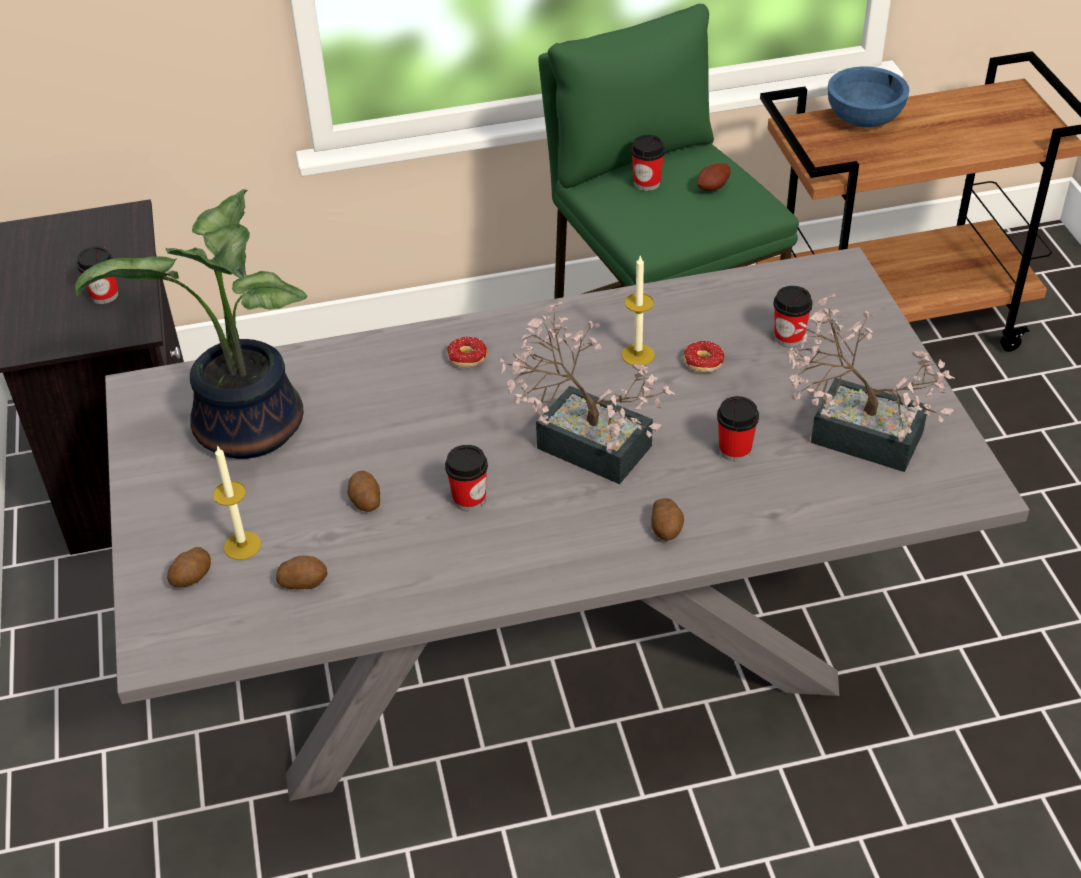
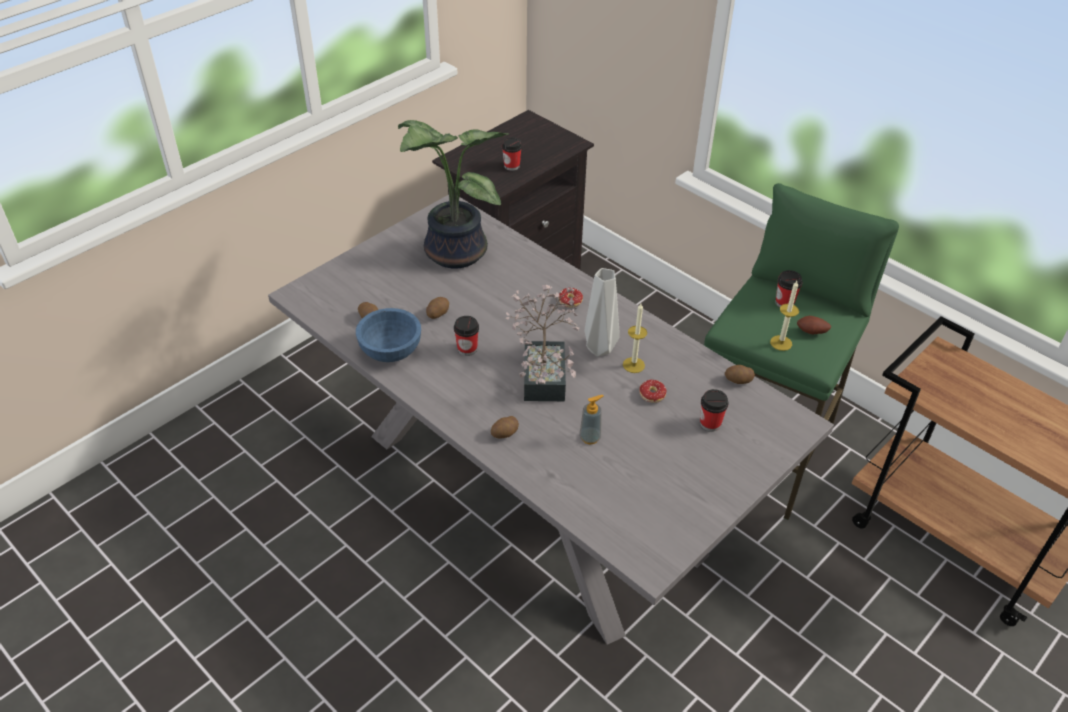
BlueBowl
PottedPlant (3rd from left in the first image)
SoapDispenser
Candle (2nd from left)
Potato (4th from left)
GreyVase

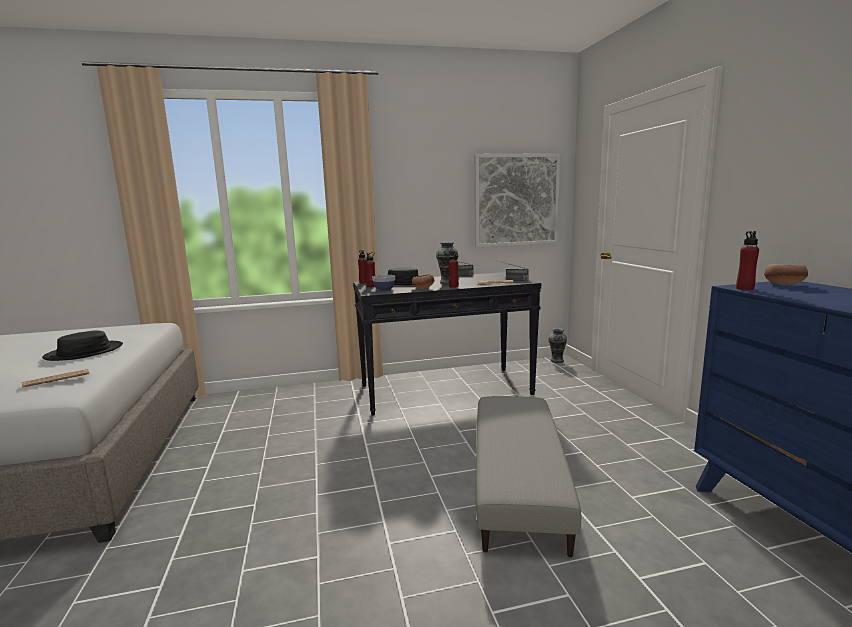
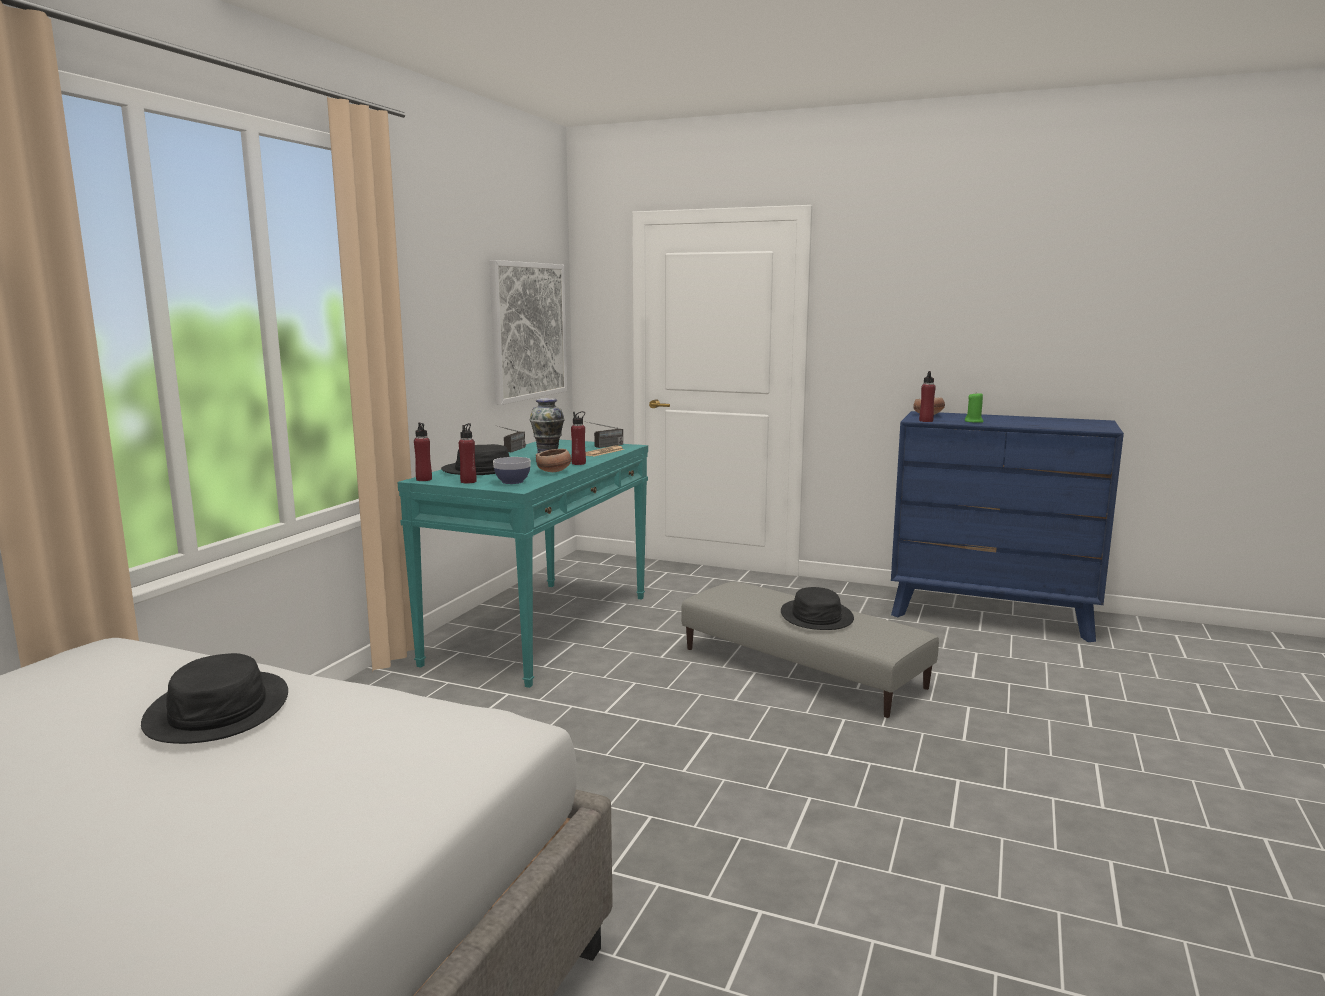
TurquoiseConsoleTable
Vase (2nd from left in the first image)
Newspaper (1st from left in the first image)
GreenCandle
BlackHat (3rd from left)

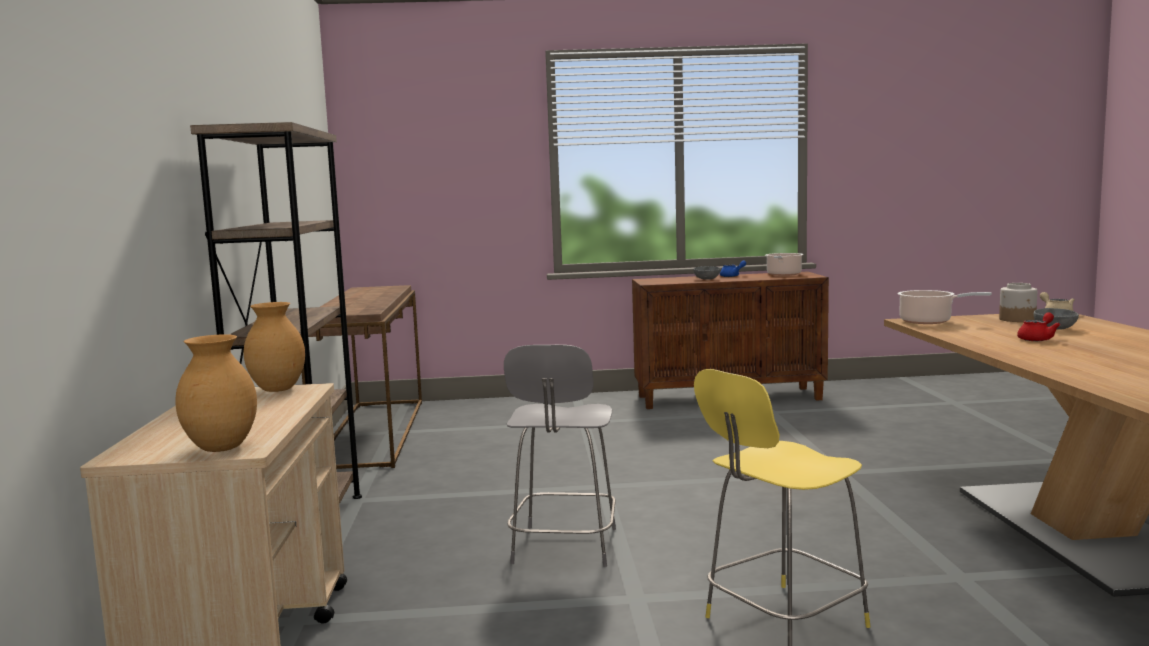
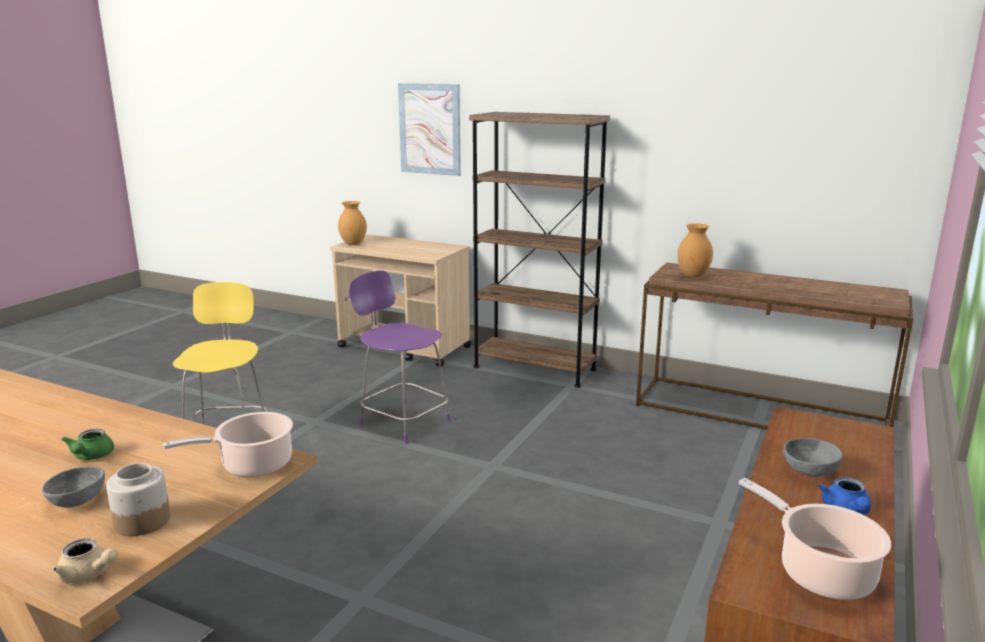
BrownVase (2nd from left)
GreenTeapot
PurpleStool
Picture

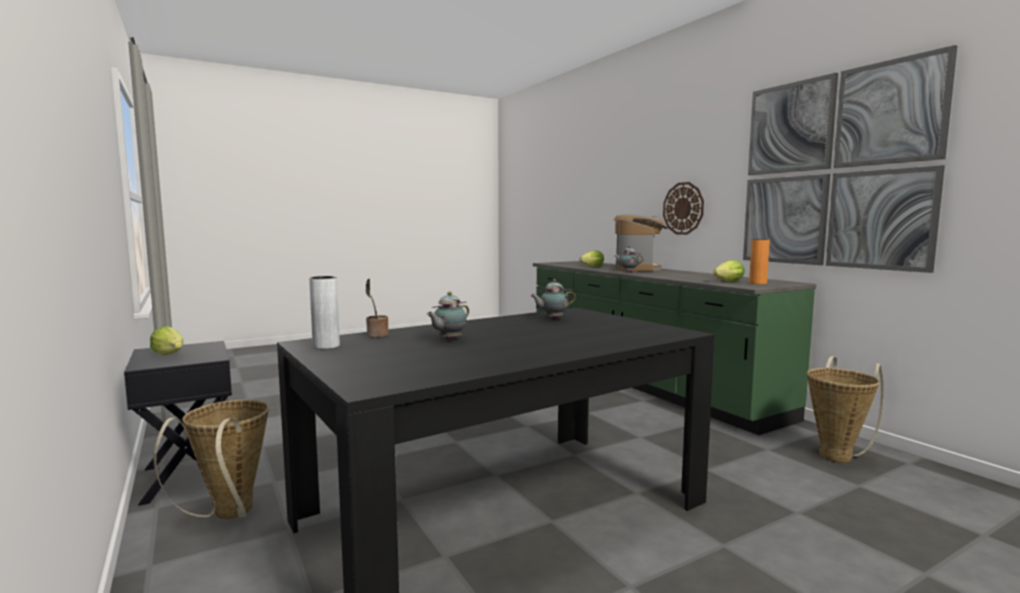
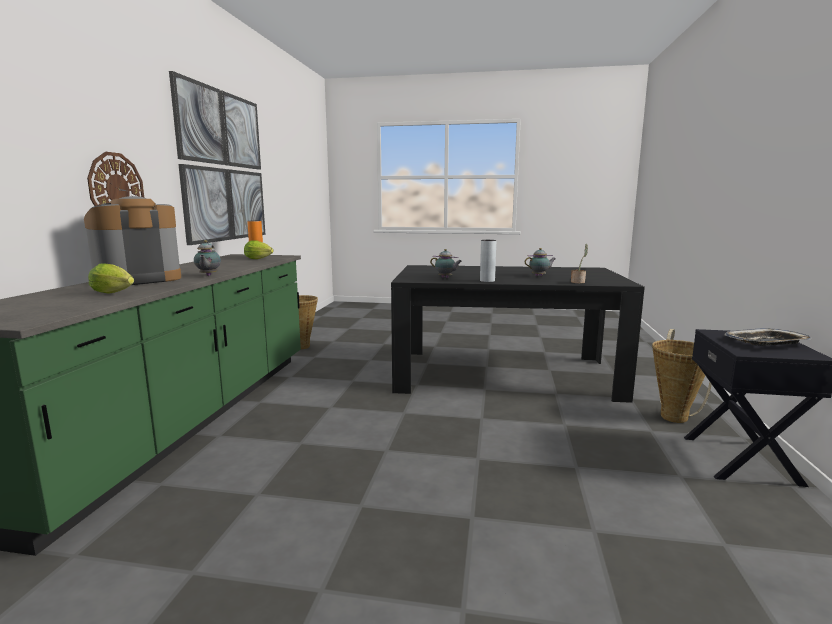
GreyVase
Tray

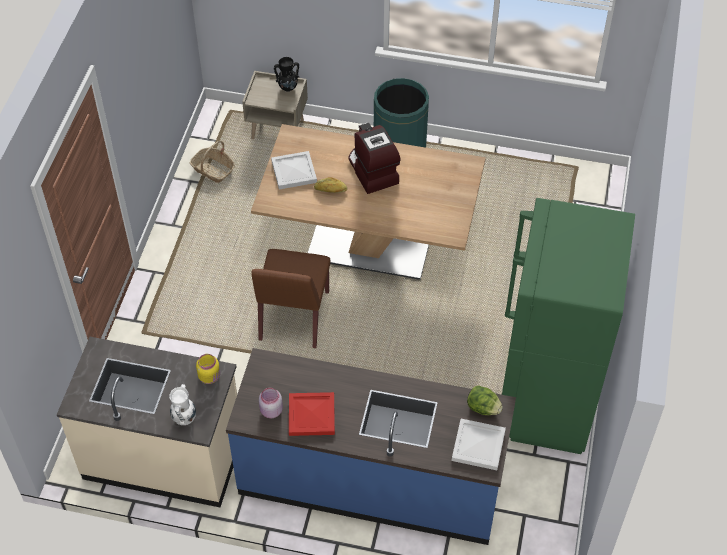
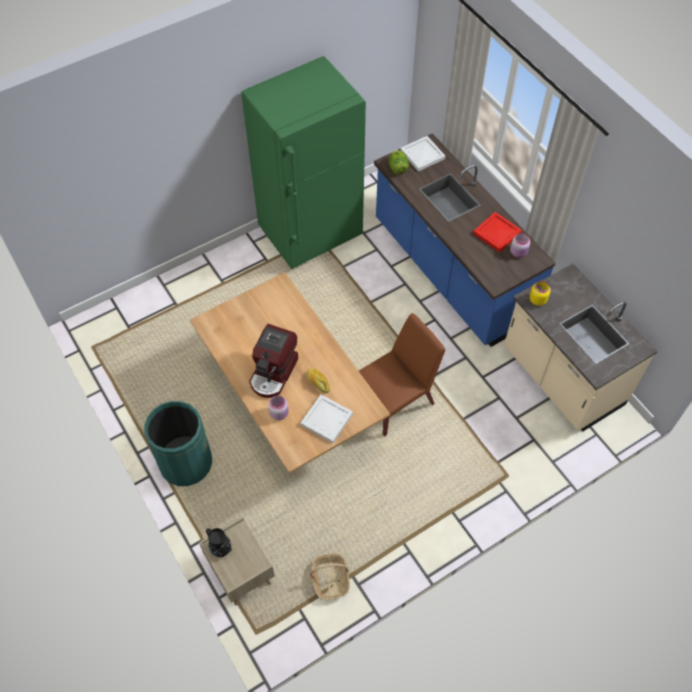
WhiteVase
PinkJar (1st from left)

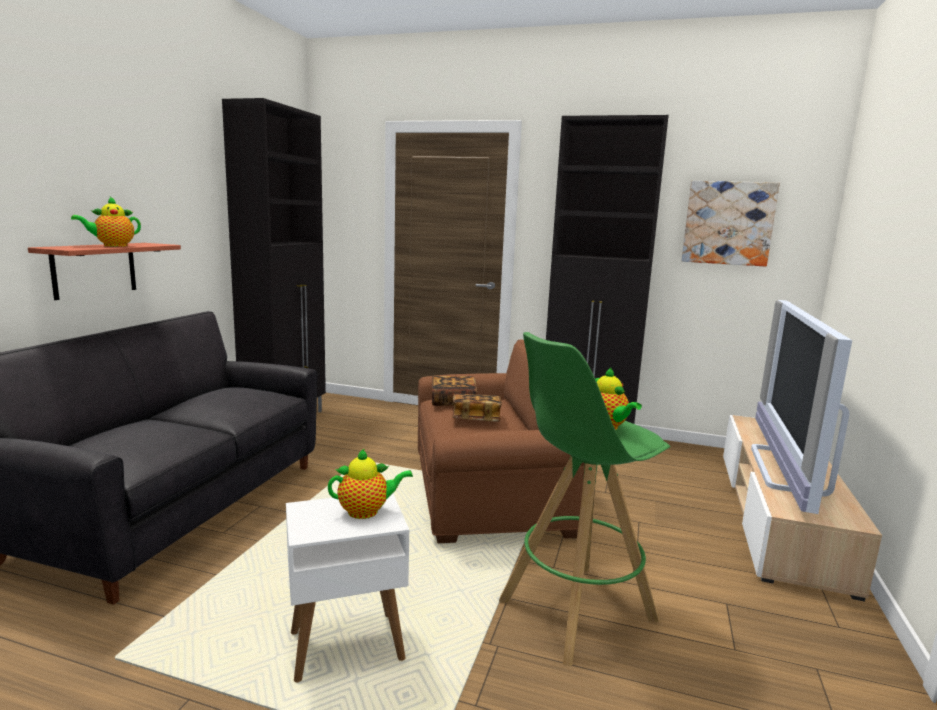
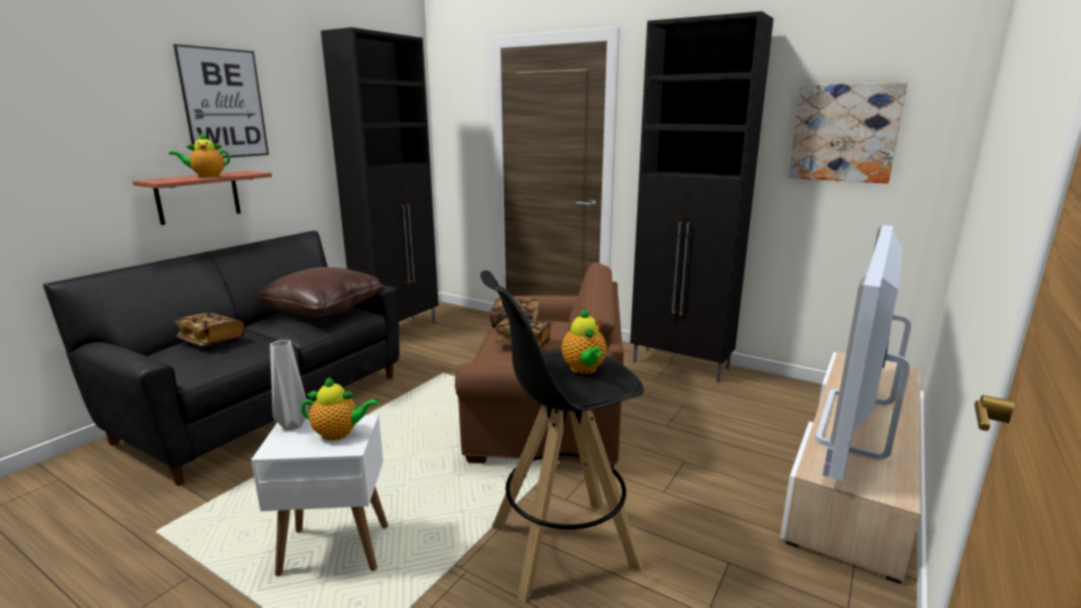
BlackStool
Picture (1st from left)
BrownPillow
Book (1st from left)
GreyVase

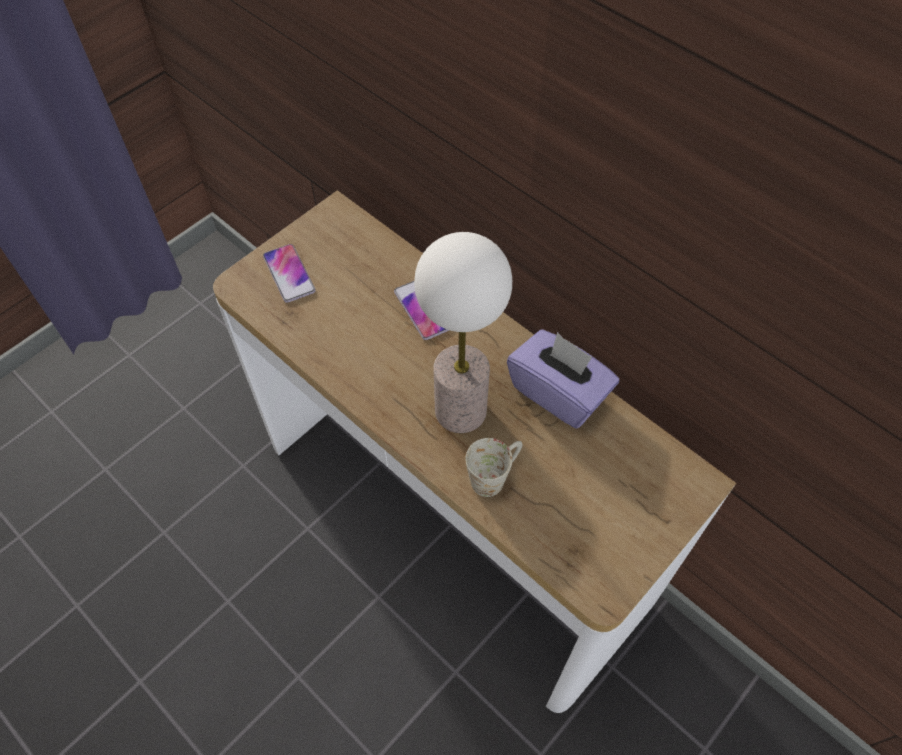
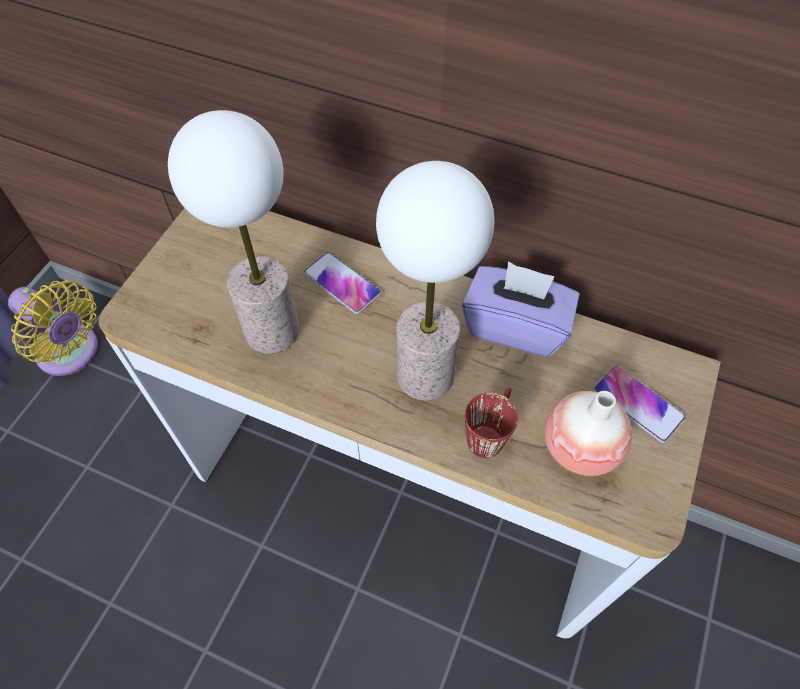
Phone (2nd from left)
RedMug
TableLamp (1st from left)
YellowFan
Vase

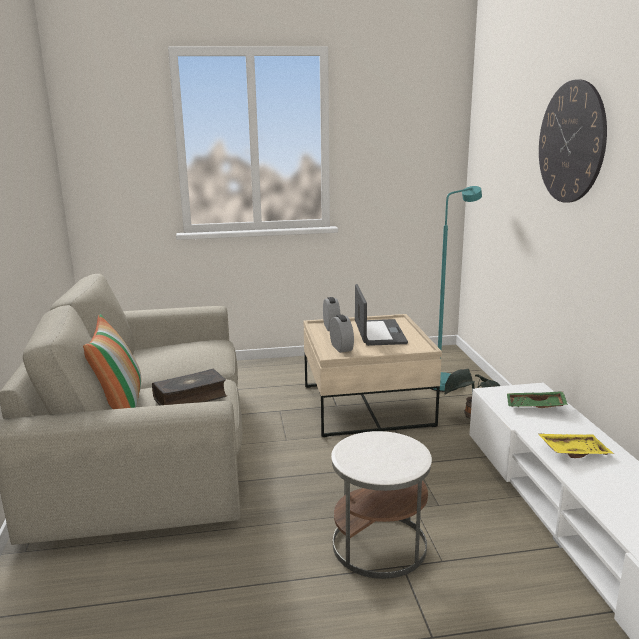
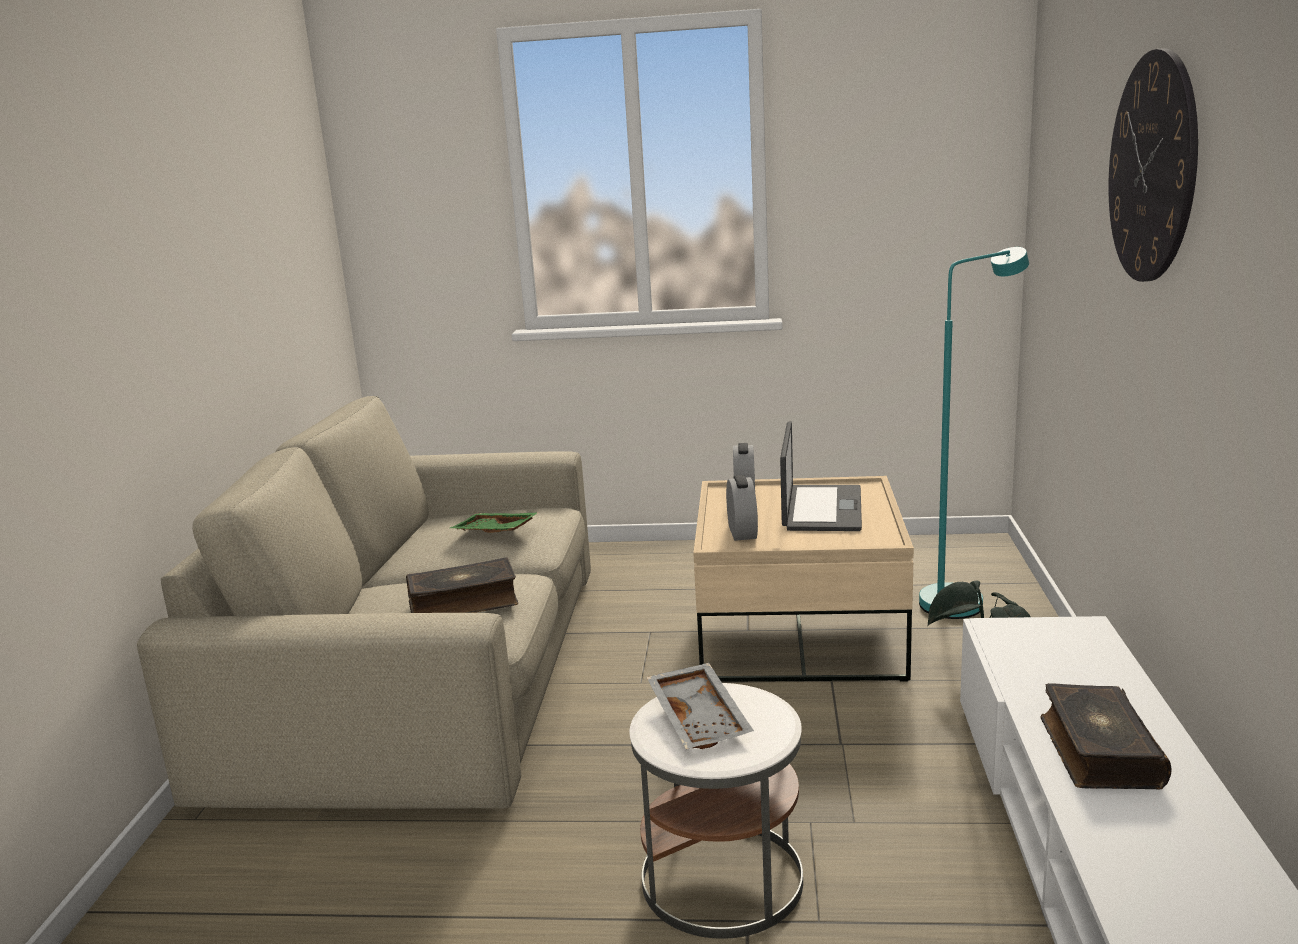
Pillow
GreenTray
Book (2nd from left)
GreyTray

